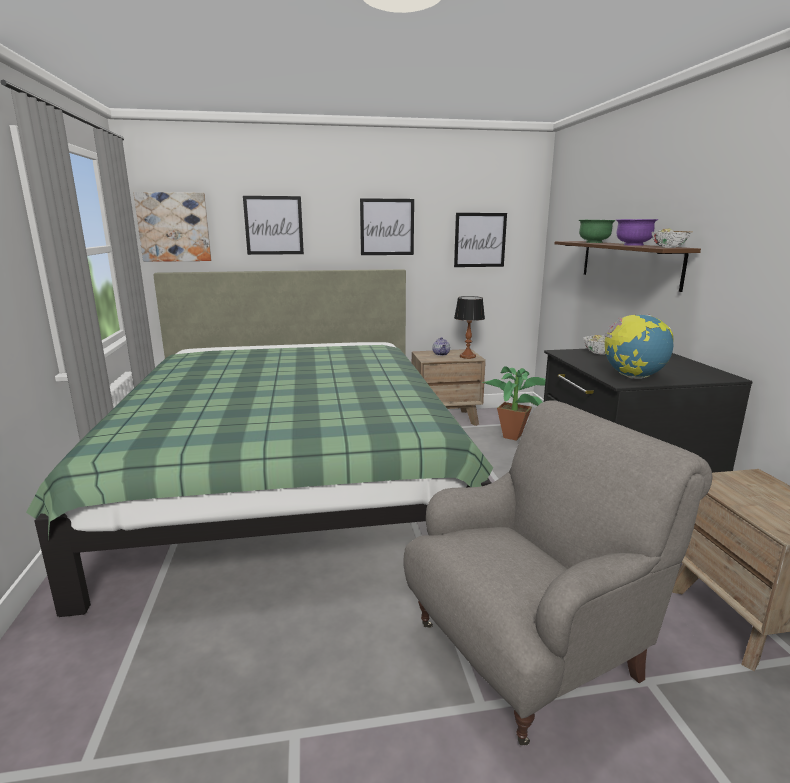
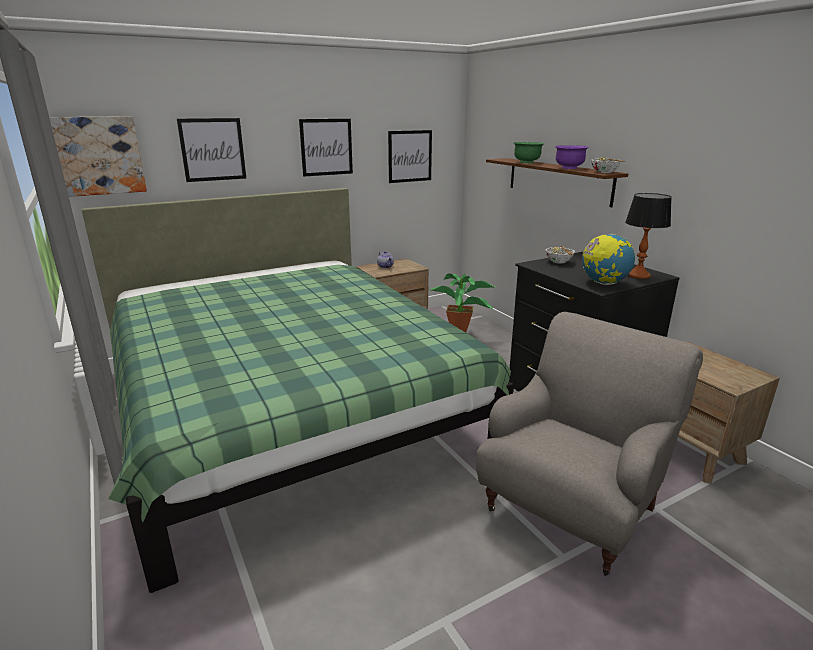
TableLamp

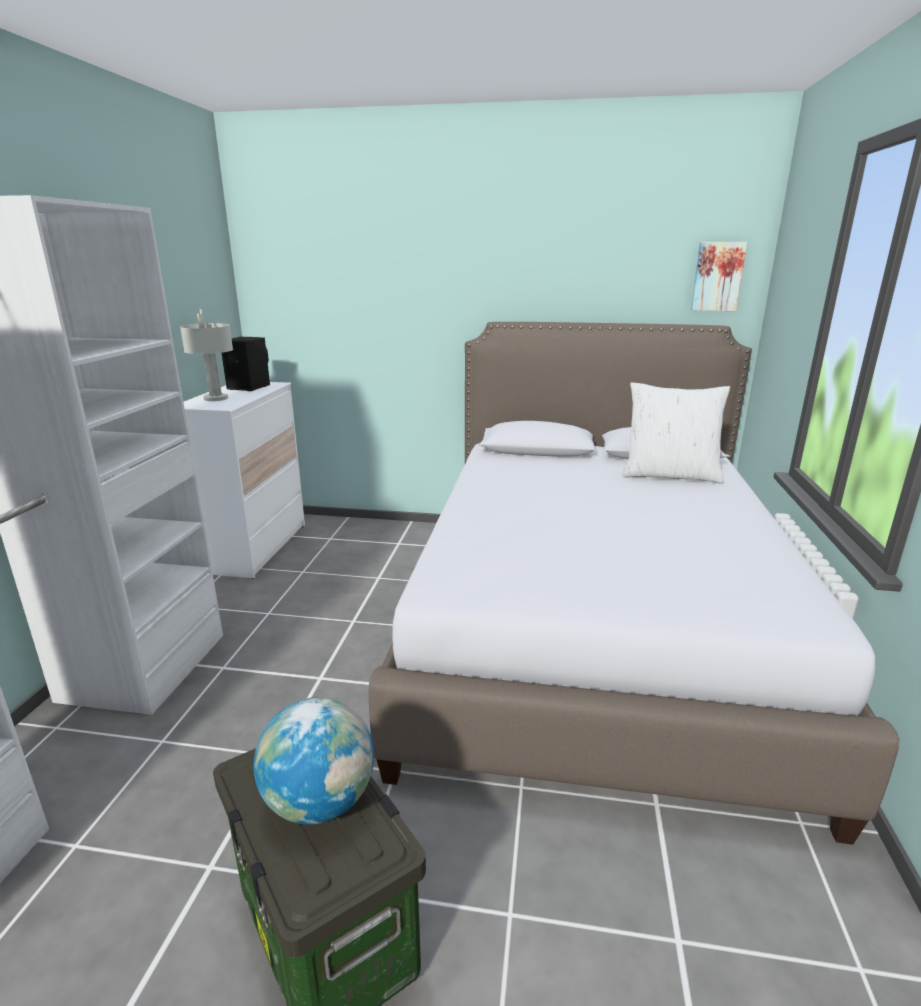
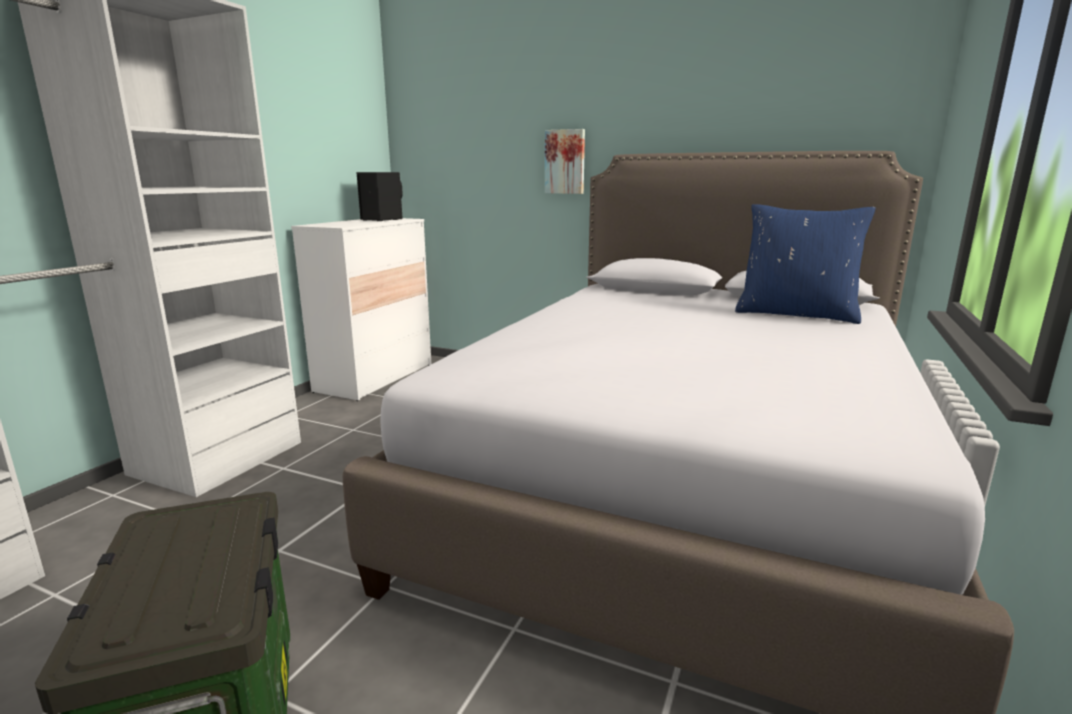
Picture
GreyTableLamp
BluePillow
Globe

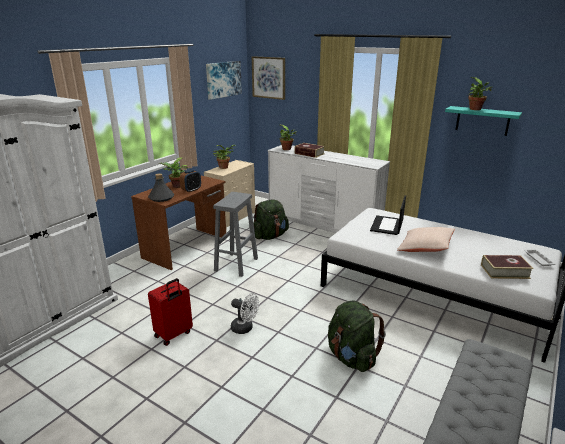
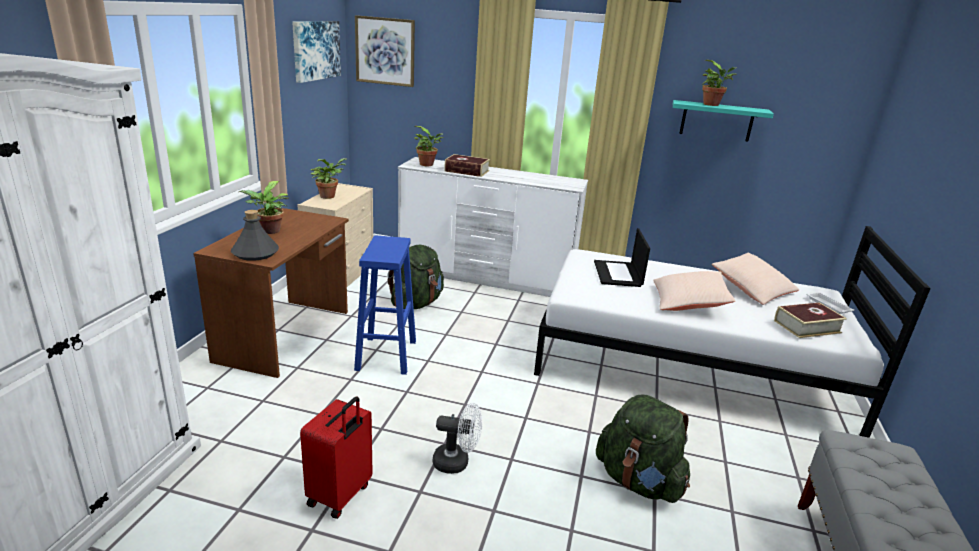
AlarmClock
BlueStool
BeigePillow (2nd from left)

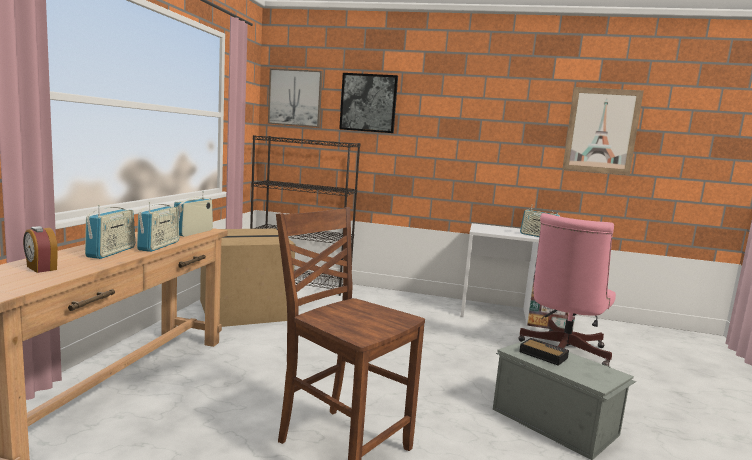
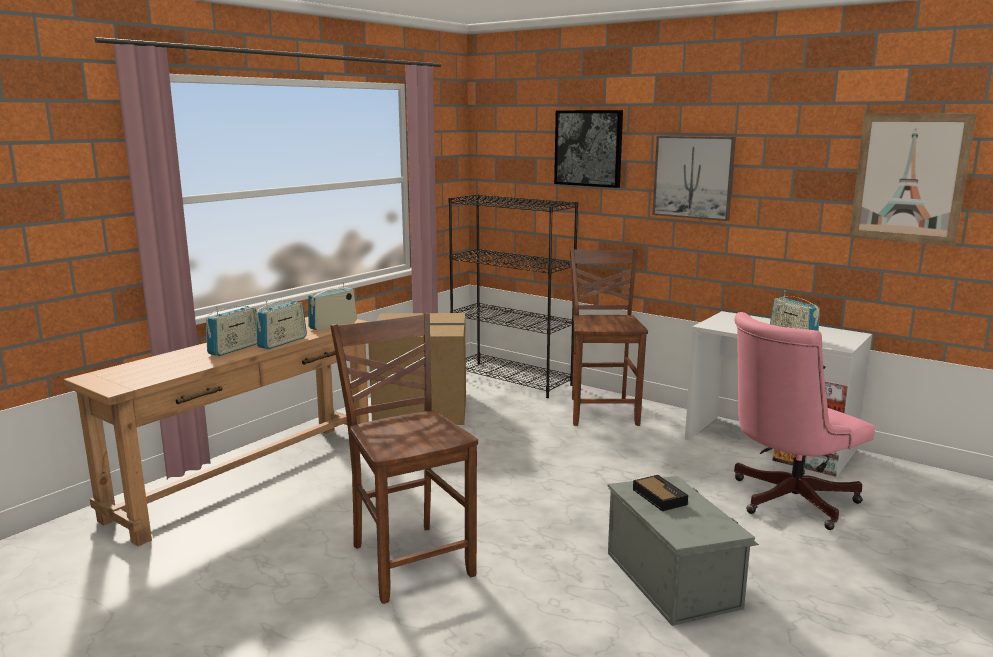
Picture (2nd from left)
AlarmClock (1st from left in the first image)
BrownChair (2nd from left)

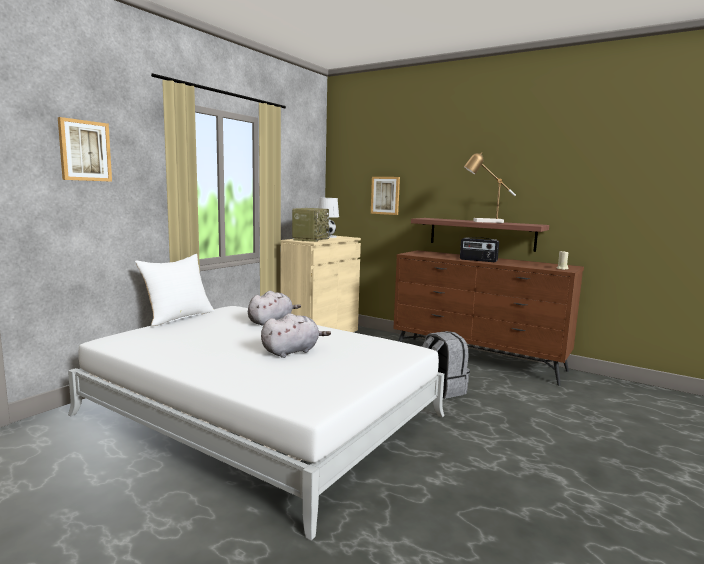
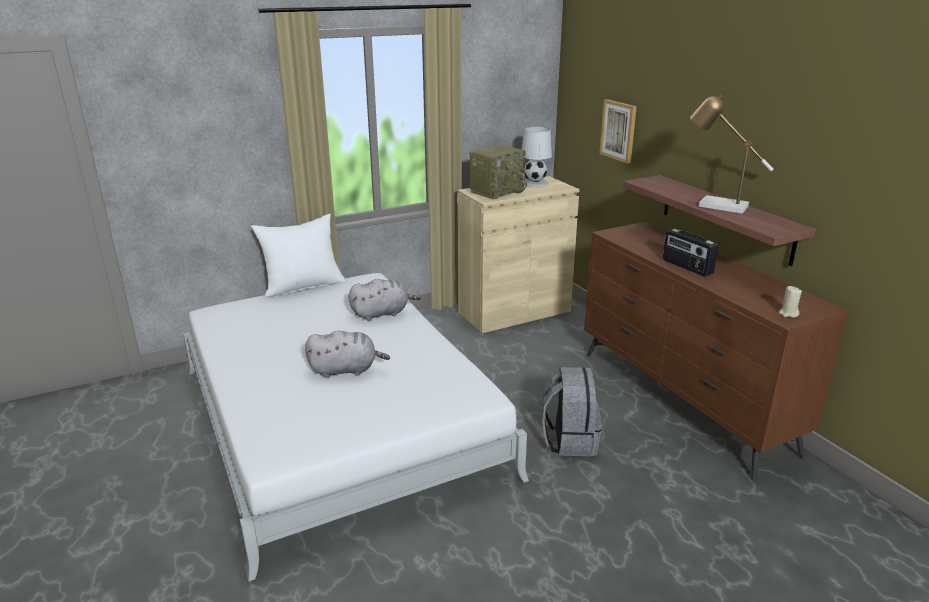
Picture (1st from left in the first image)

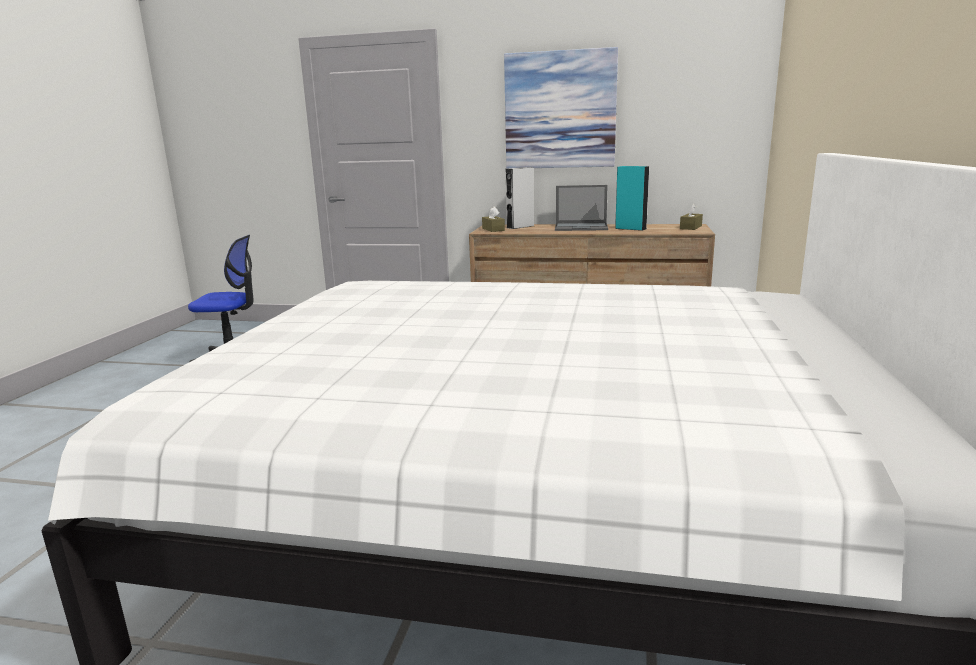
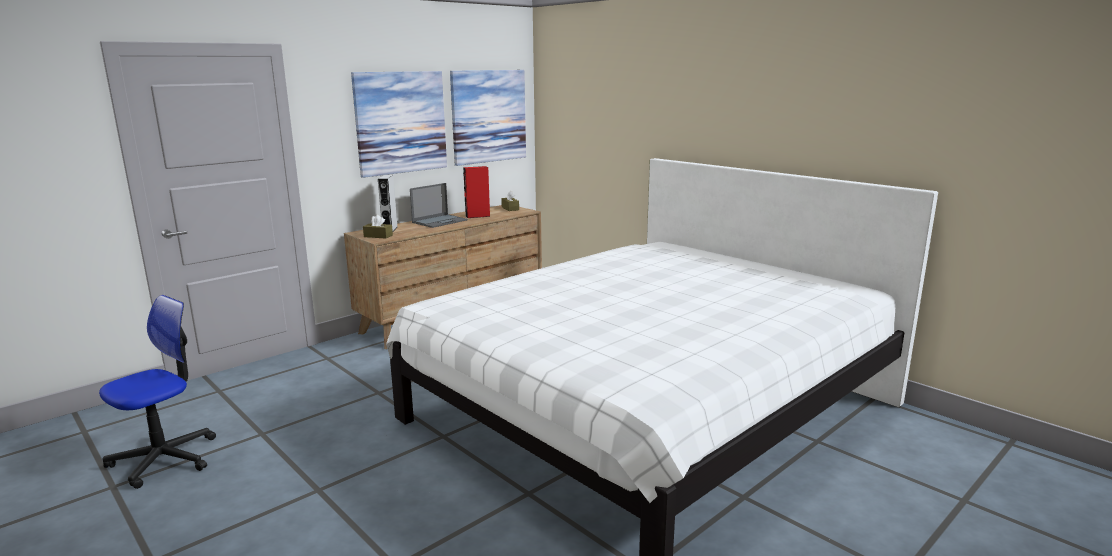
RedSpeaker
Picture (2nd from left)

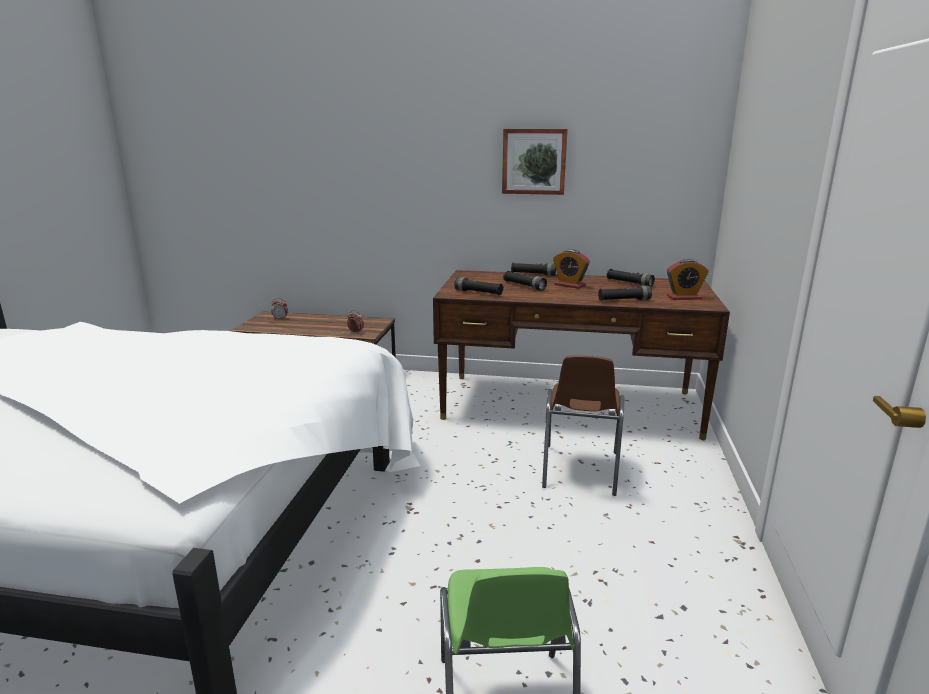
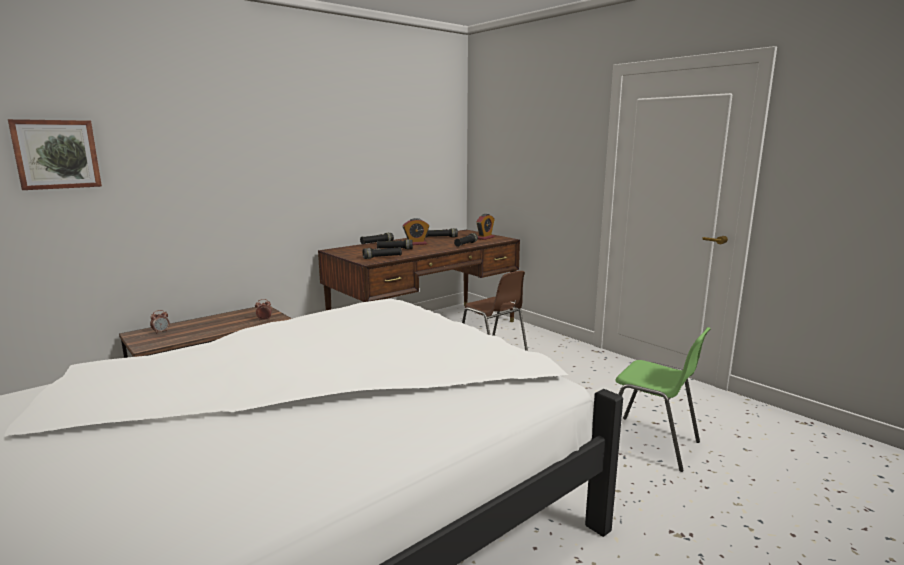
Picture

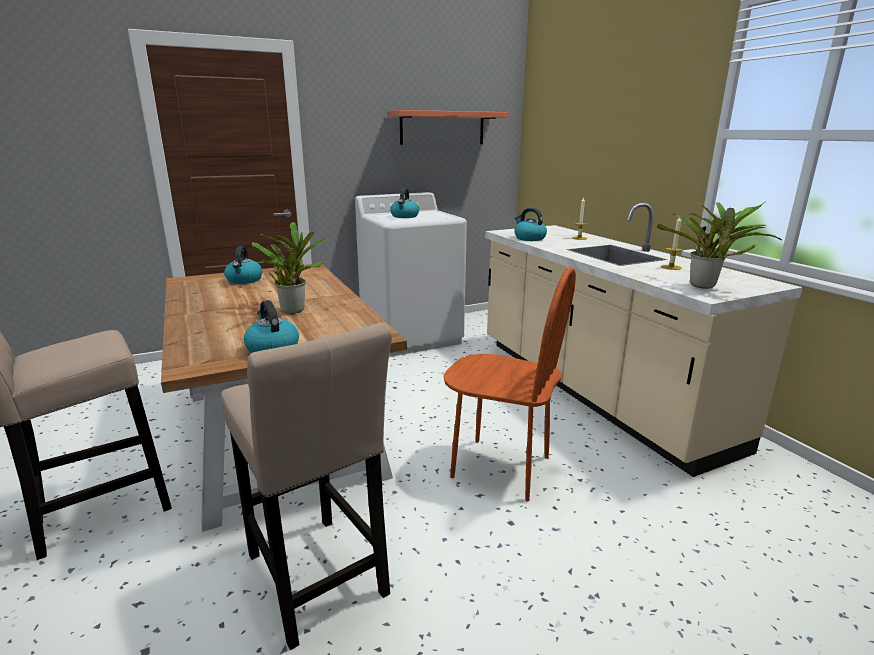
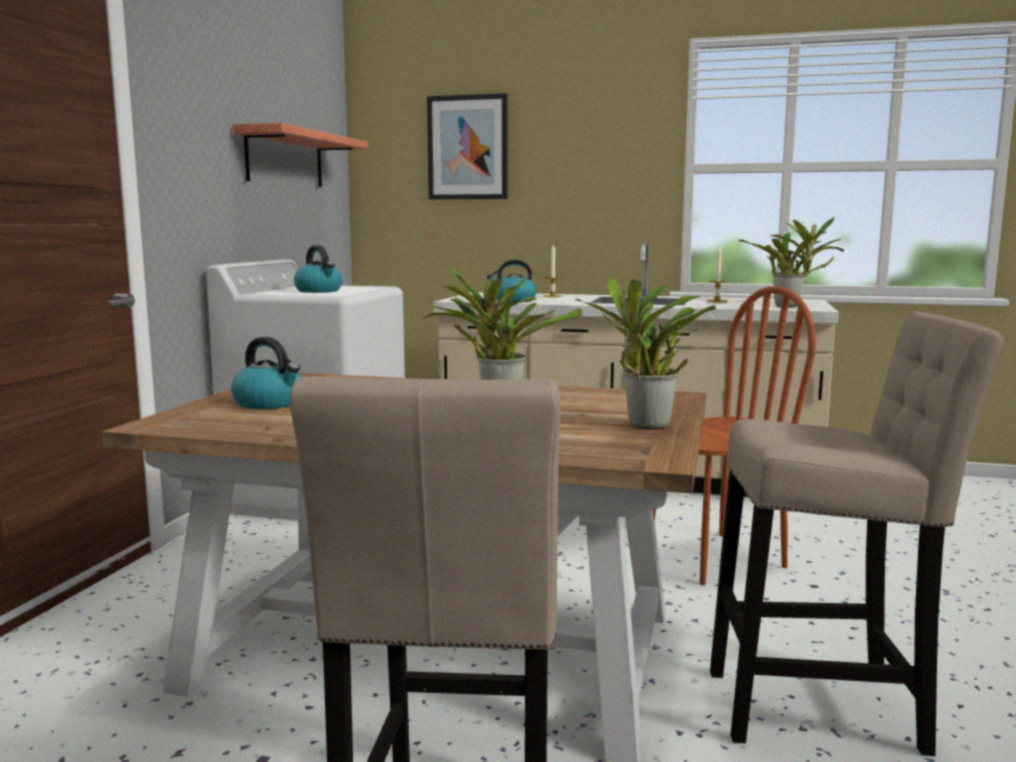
PottedPlant (2nd from left)
Picture

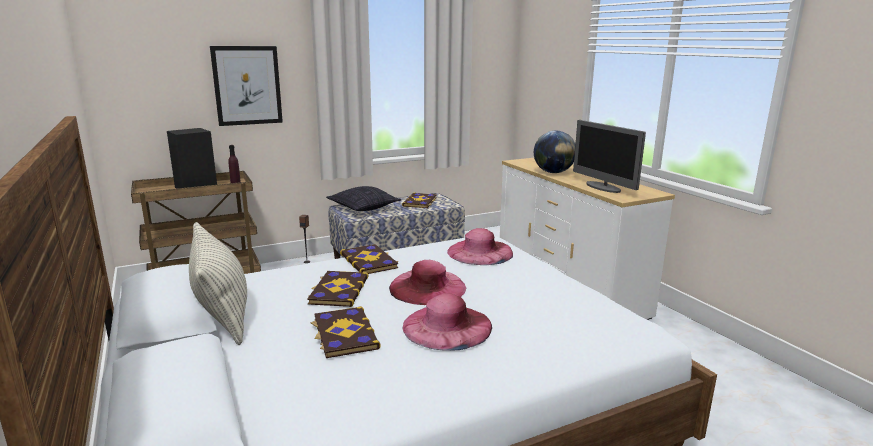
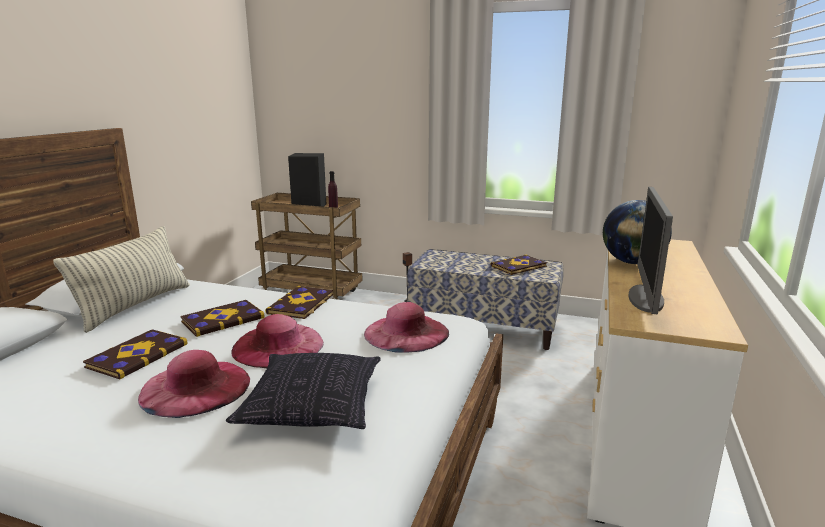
Picture
Pillow (2nd from left)

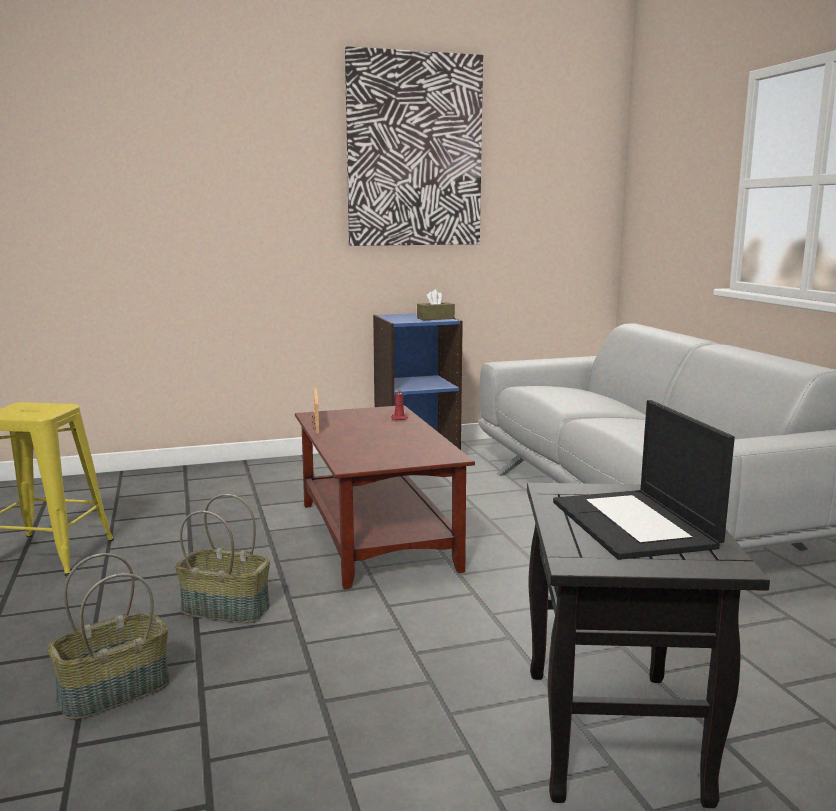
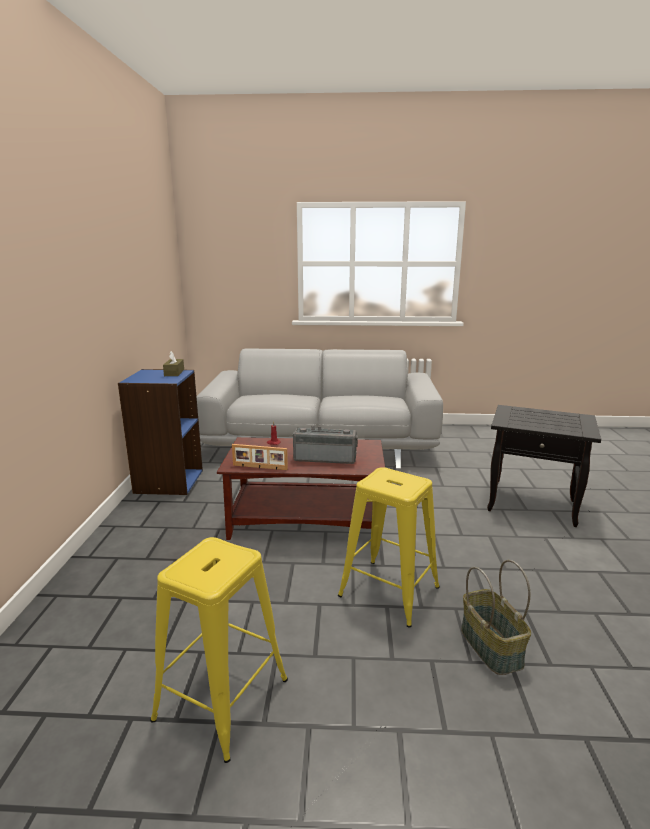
Picture
Laptop
YellowStool (2nd from left)
Radio

